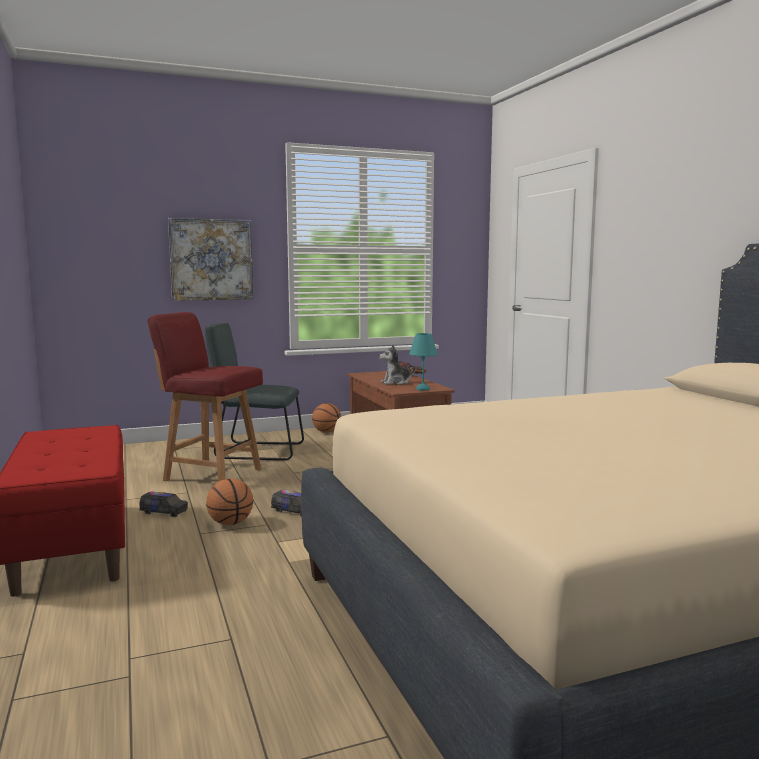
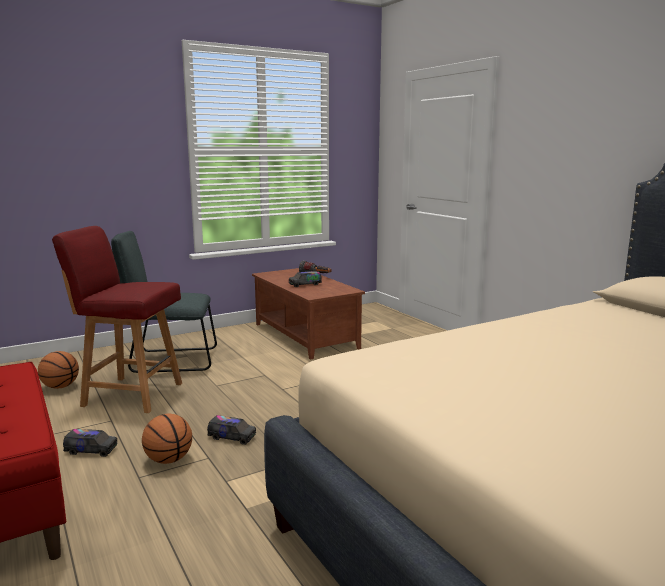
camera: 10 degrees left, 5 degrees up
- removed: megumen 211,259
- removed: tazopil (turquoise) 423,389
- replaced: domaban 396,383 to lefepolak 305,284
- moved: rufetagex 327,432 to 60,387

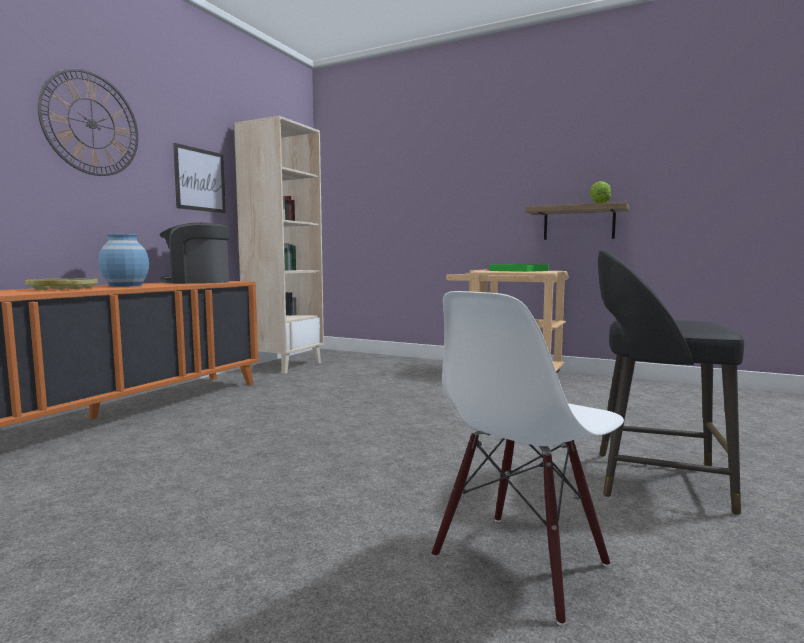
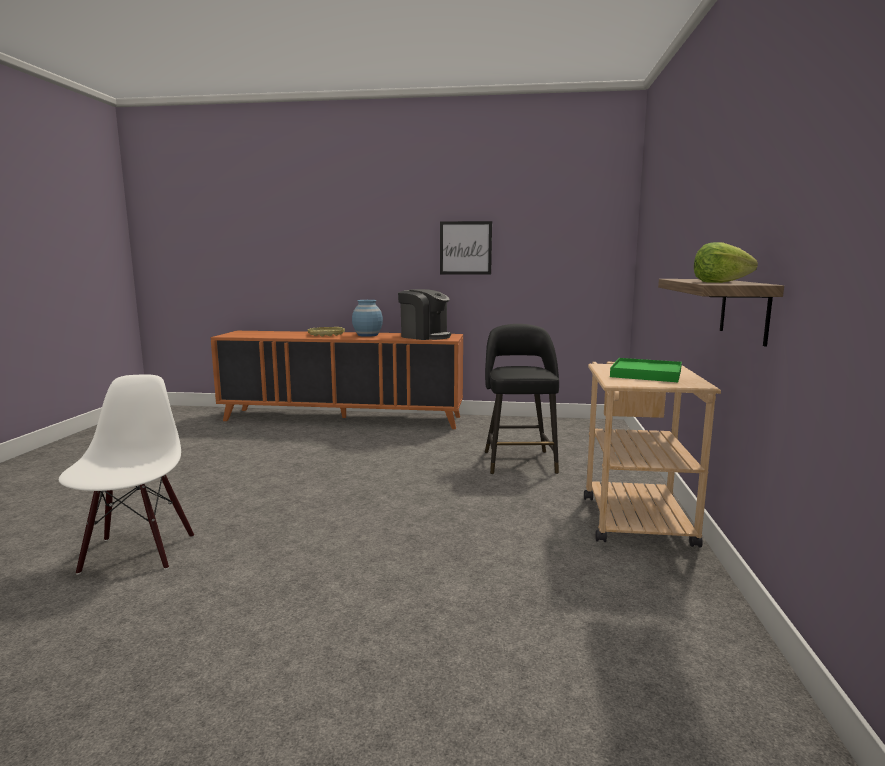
camera: 70 degrees right, 5 degrees up
- removed: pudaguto 91,123
- removed: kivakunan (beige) 284,365
- turned: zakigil 197,282 = 424,336 150 degrees clockwise
- moved: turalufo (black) 654,480 to 519,461
- turned: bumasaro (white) 520,562 = 137,553 60 degrees clockwise

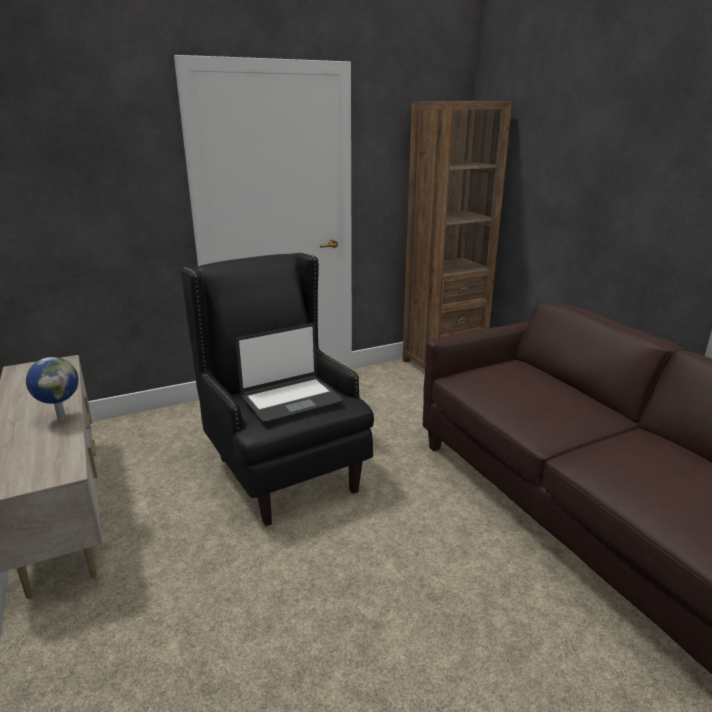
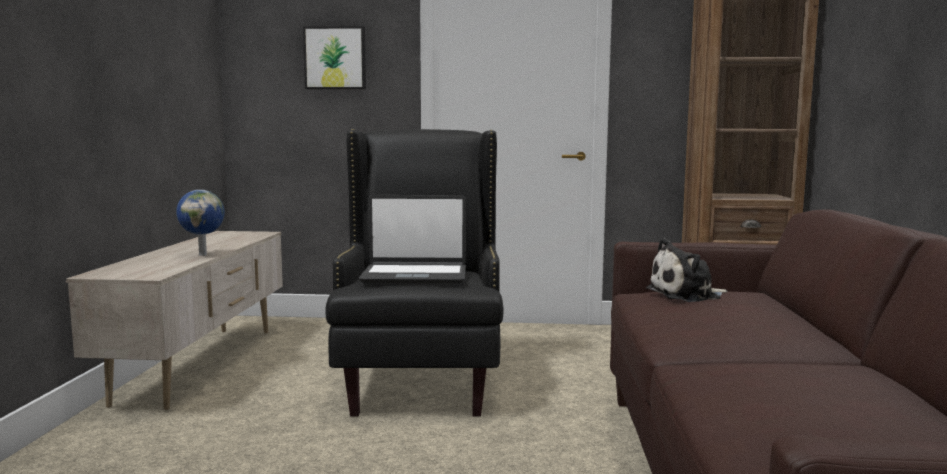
camera: 30 degrees right, 15 degrees down
- added: megumen 335,58
- added: domaban 687,295

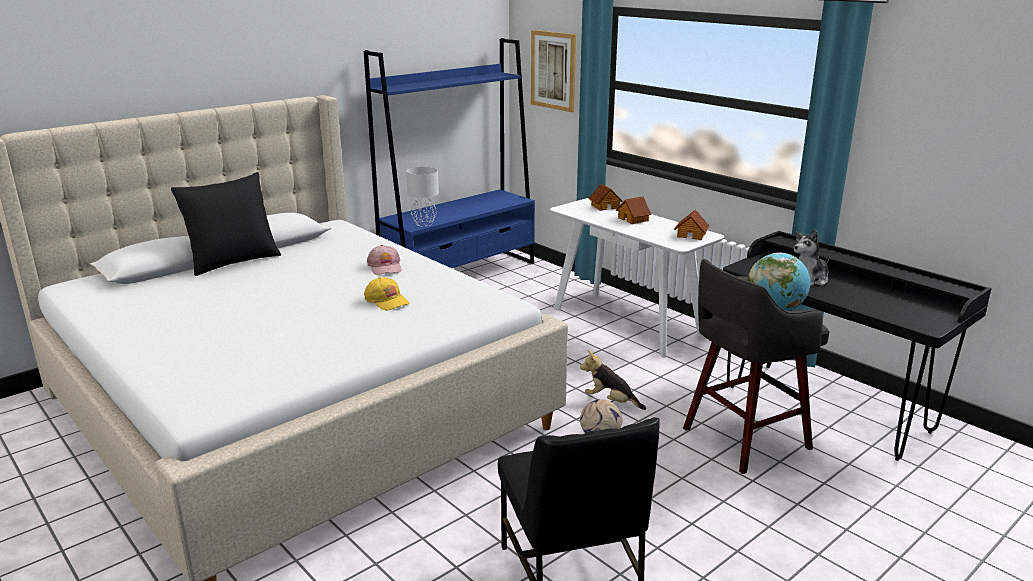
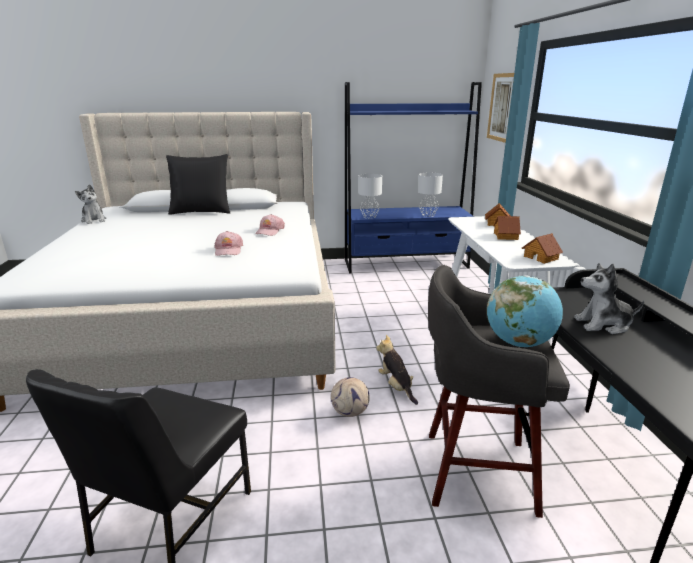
camera: 35 degrees right, 0 degrees up
- recoloured: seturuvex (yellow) 387,301 to seturuvex (pink) 228,250
- added: tazopil (grey) 428,215
- added: domaban 94,220

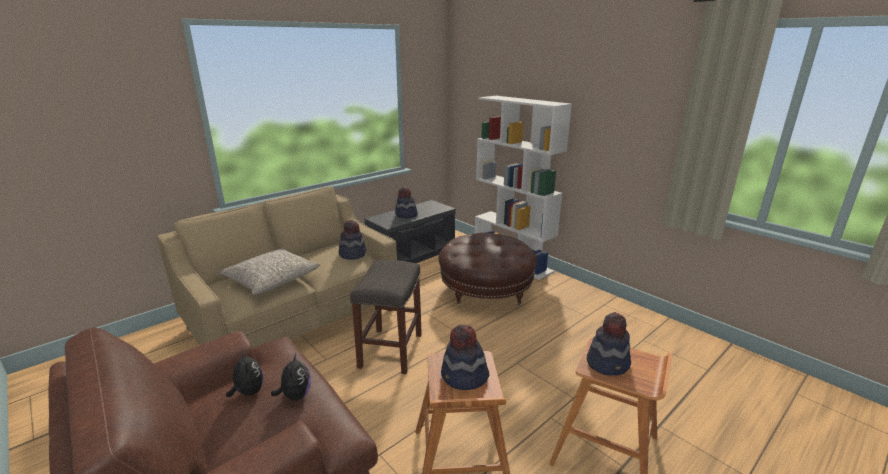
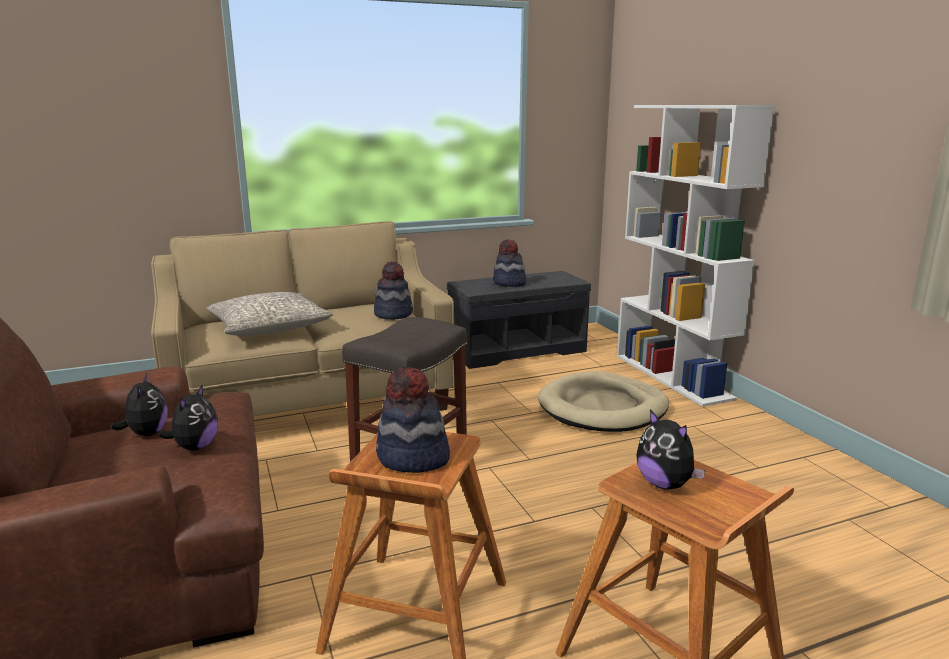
camera: 20 degrees right, 5 degrees down
- replaced: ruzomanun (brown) 486,291 to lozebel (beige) 603,408
- replaced: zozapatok 608,363 to domaban 665,484

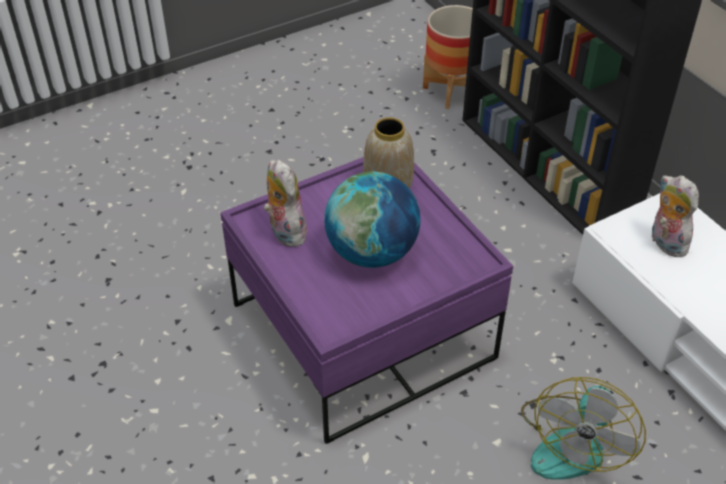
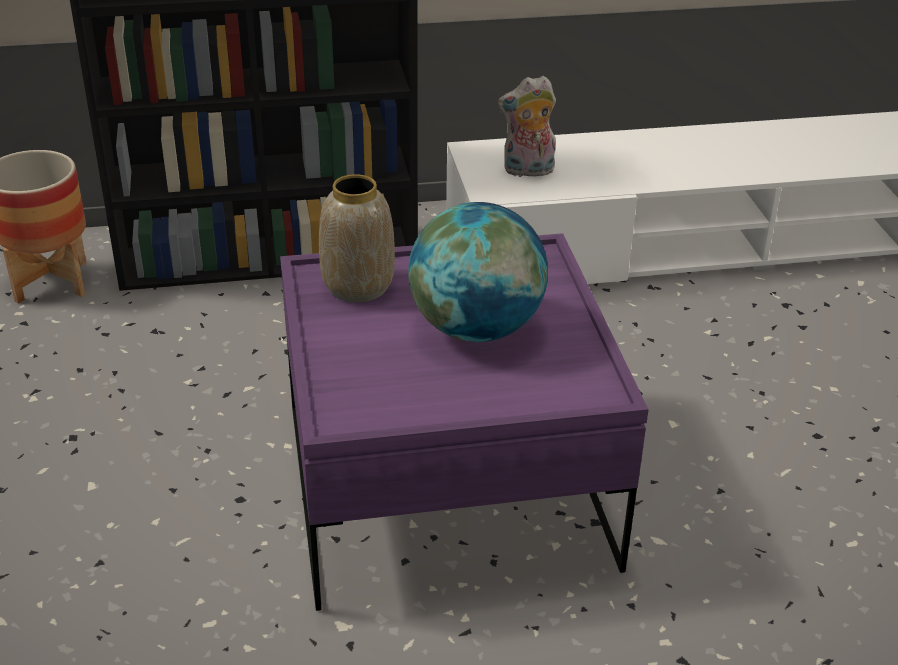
camera: 70 degrees left, 10 degrees down
- removed: domaban 285,231
- removed: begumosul 573,442

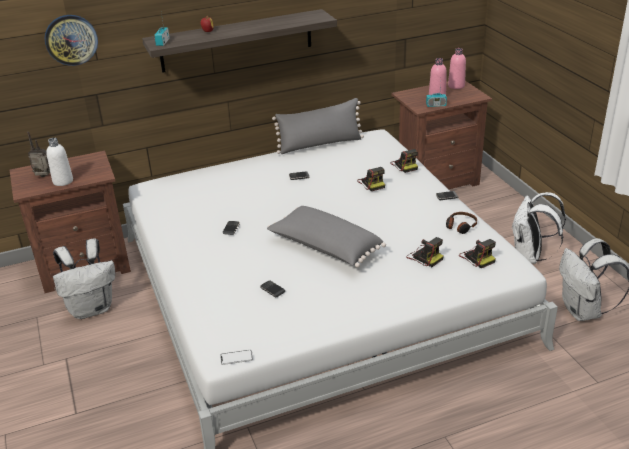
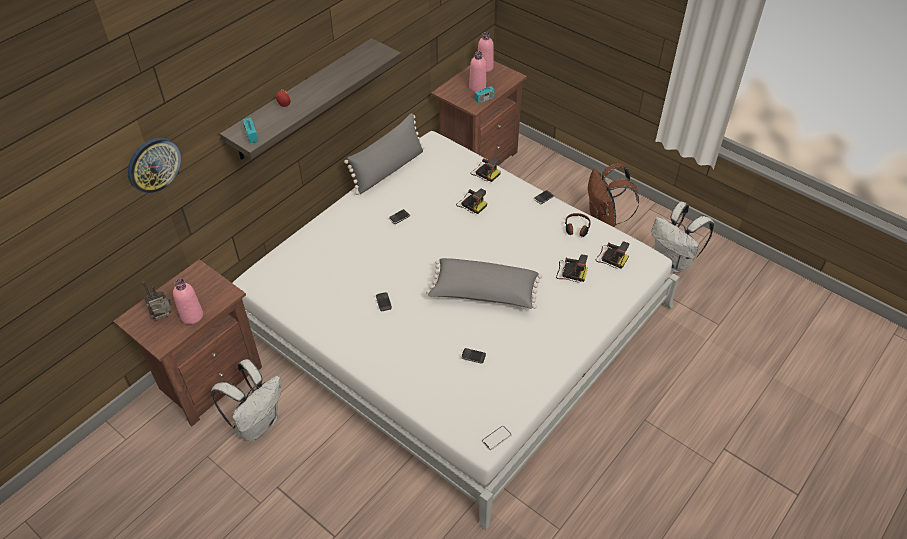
camera: 30 degrees left, 15 degrees up
- recoloured: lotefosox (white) 63,181 to lotefosox (pink) 192,316
- recoloured: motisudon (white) 529,257 to motisudon (brown) 604,220

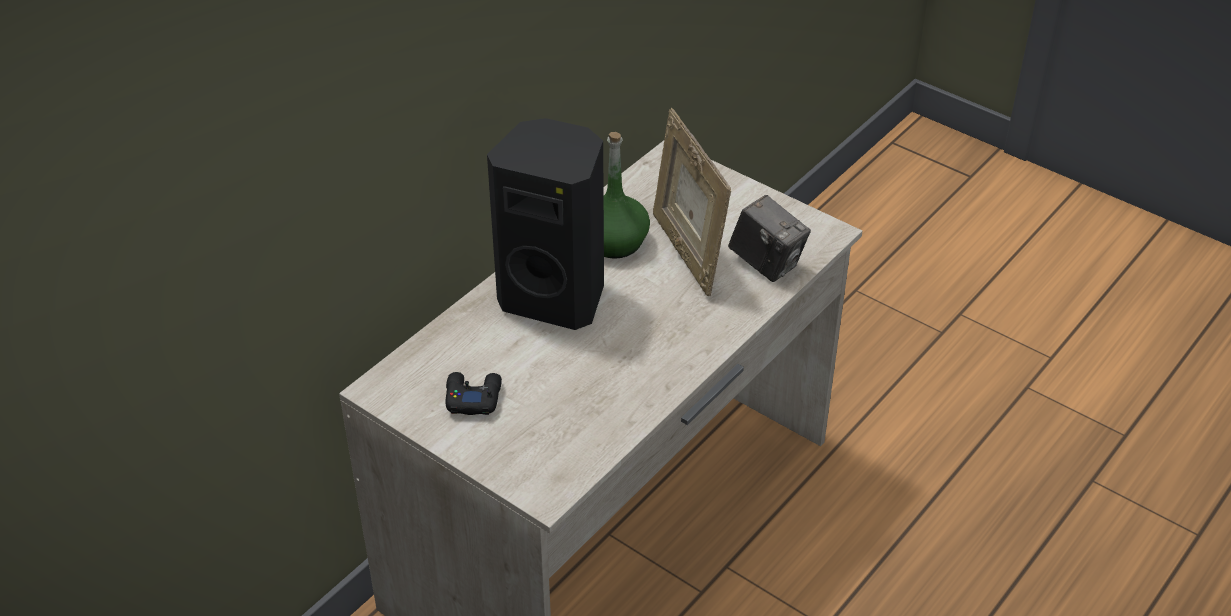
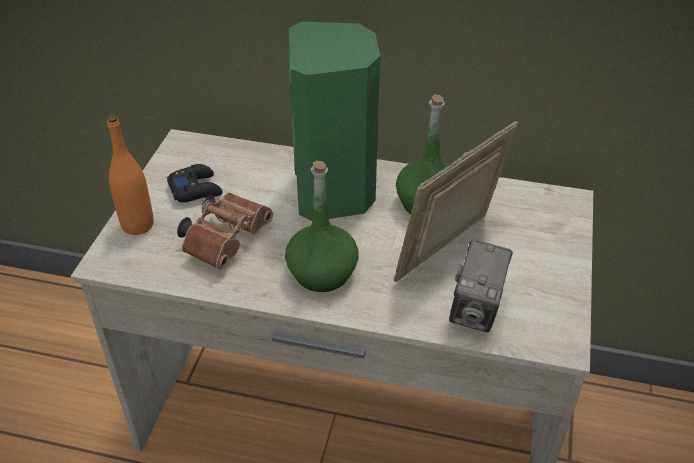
camera: 65 degrees right, 0 degrees up
- recoloured: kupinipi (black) 555,297 to kupinipi (green) 335,193
- added: lotefosox (orange) 138,225
- added: lotefosox (green) 322,273
- added: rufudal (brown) 227,239

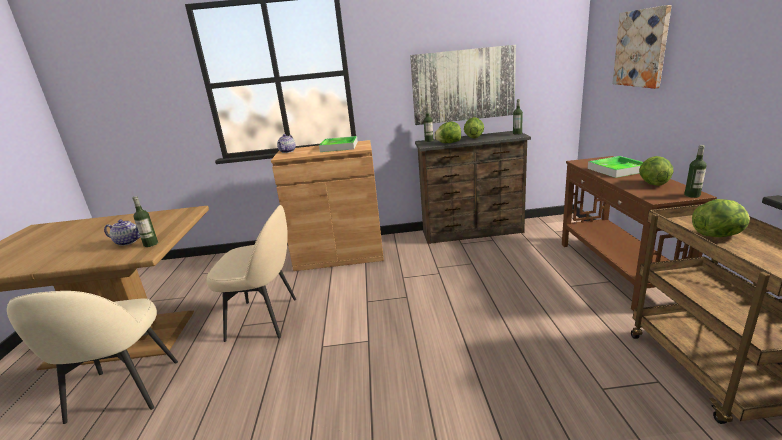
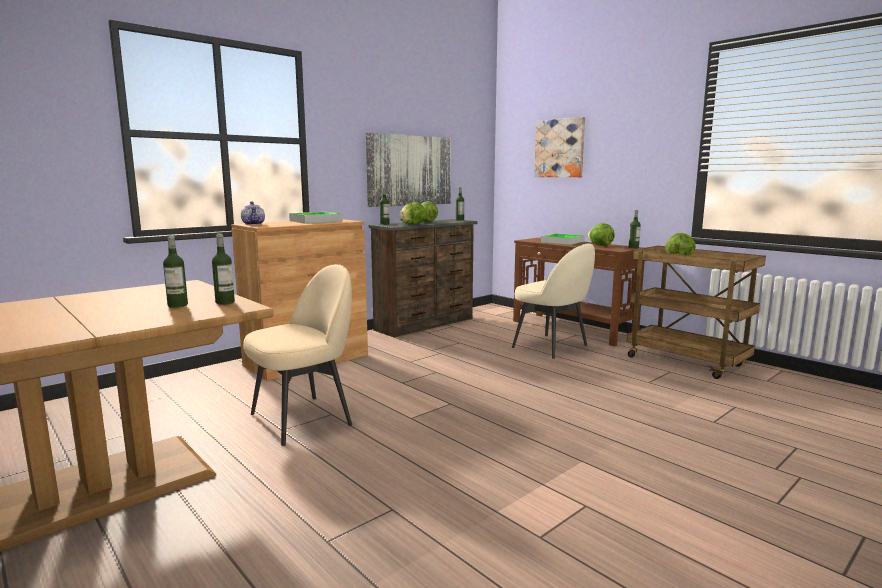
camera: 40 degrees left, 10 degrees down
- replaced: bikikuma 128,242 to lotefosox 177,305
- moved: bumasaro (beige) 123,392 to 551,347

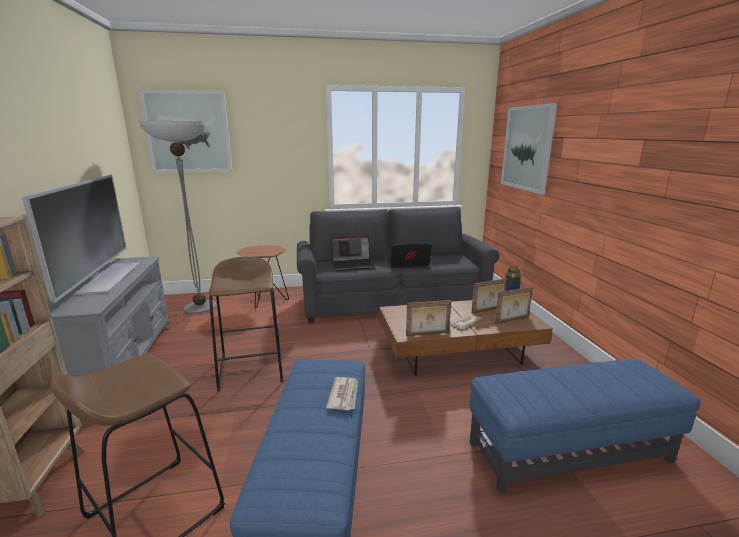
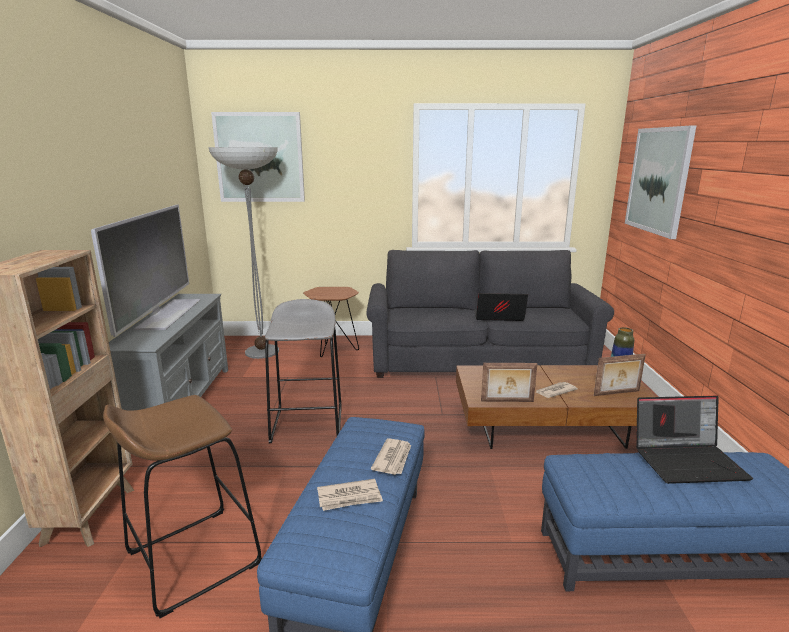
camera: 10 degrees right, 0 degrees up
- moved: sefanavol 353,265 to 688,461
- recoloured: turalufo (brown) 251,369 to turalufo (grey) 308,423
- removed: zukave 488,310
- added: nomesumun 350,497

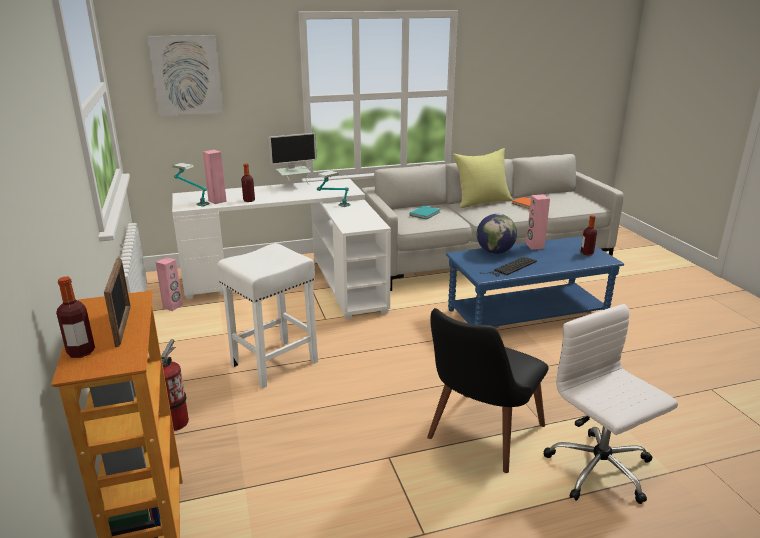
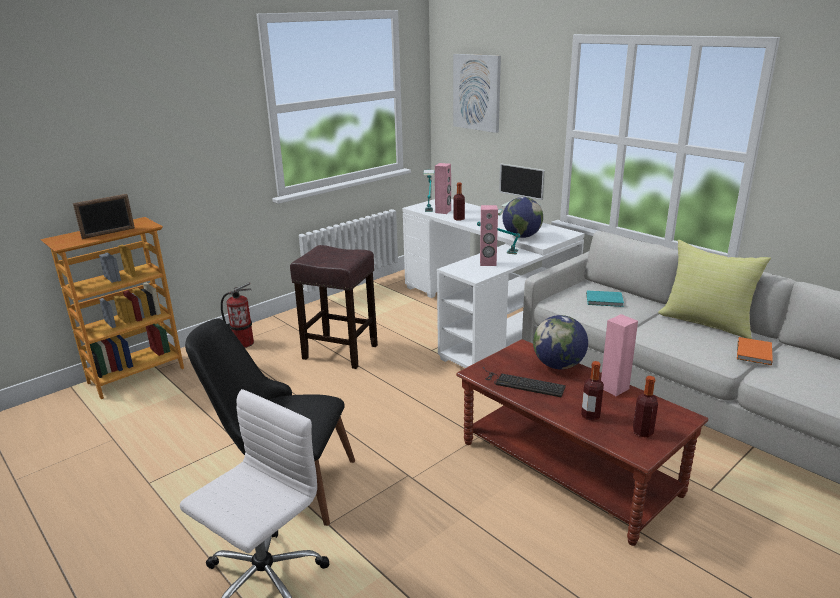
camera: 65 degrees right, 0 degrees up
- recoloured: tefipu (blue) 527,315 to tefipu (brown) 568,468
- recoloured: turalufo (white) 273,364 to turalufo (brown) 339,352
- moved: kupinipi (pink) 173,306 to 488,263
- moved: lotefosox 81,352 to 590,415
- added: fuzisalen 521,236

